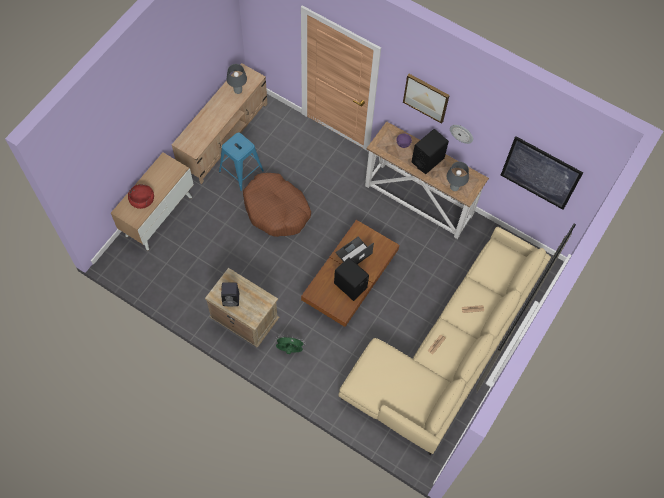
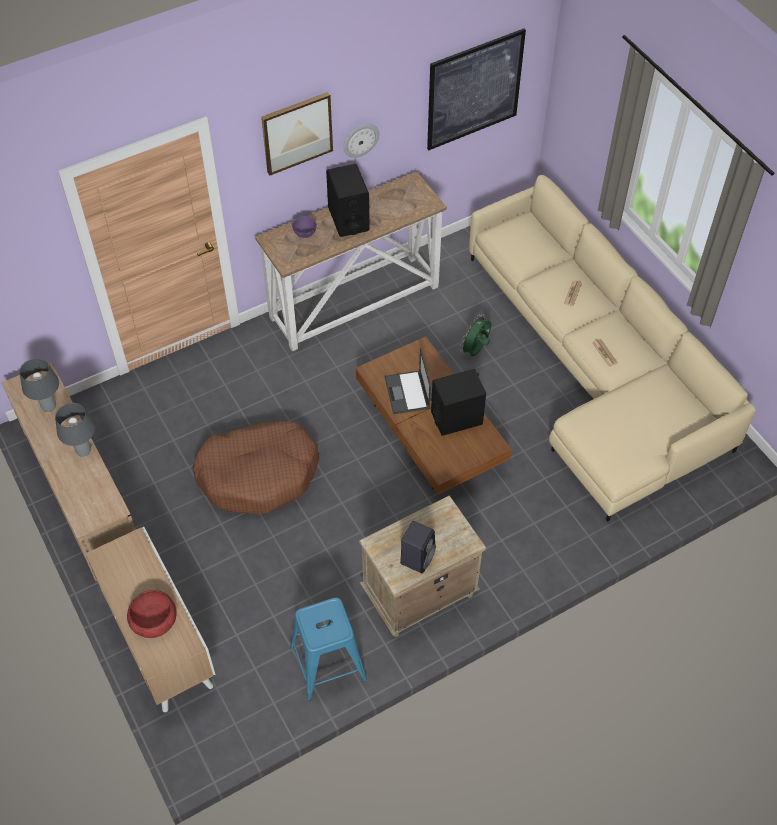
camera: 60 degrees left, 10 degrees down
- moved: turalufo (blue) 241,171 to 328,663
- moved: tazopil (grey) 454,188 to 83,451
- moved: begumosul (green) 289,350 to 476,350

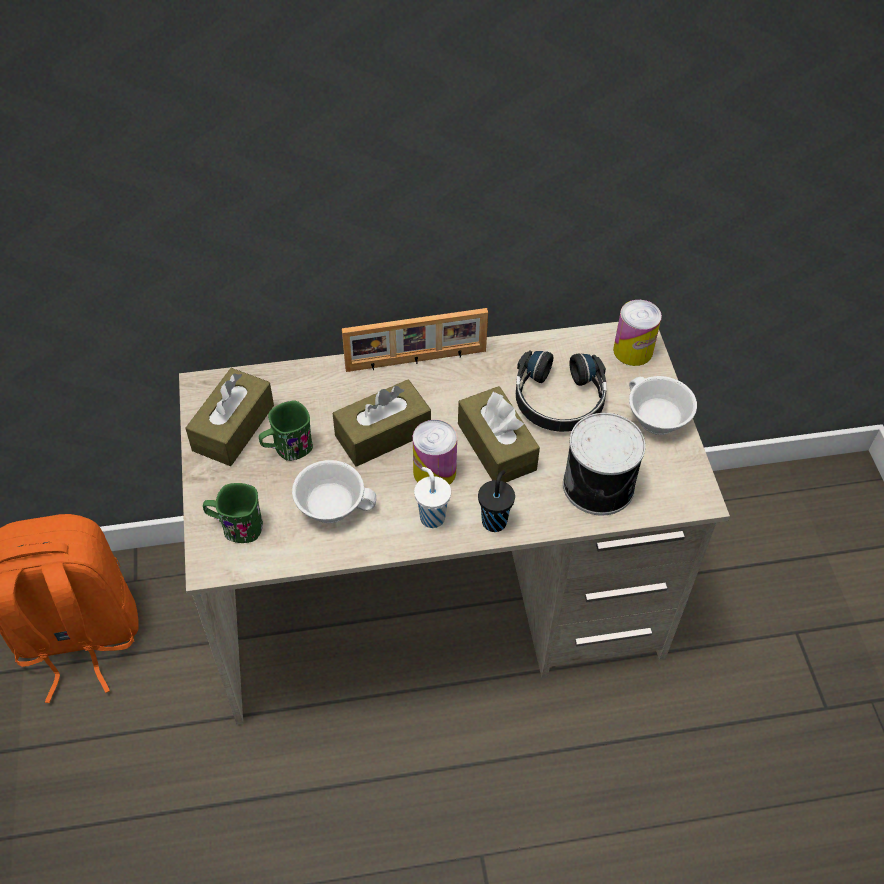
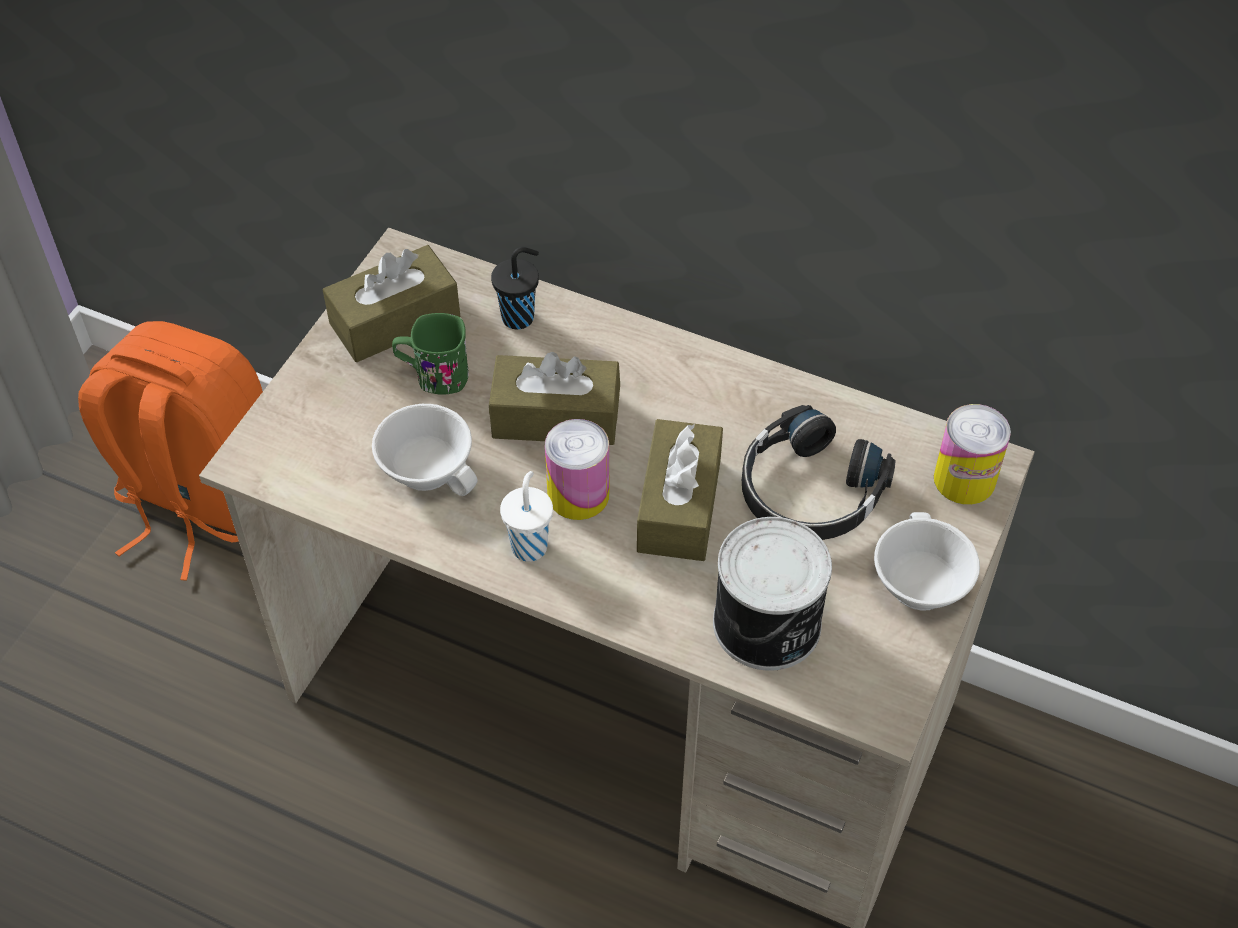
camera: 35 degrees right, 0 degrees up
- removed: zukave 416,361
- moved: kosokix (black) 494,520 to 520,317
- removed: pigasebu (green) 236,526

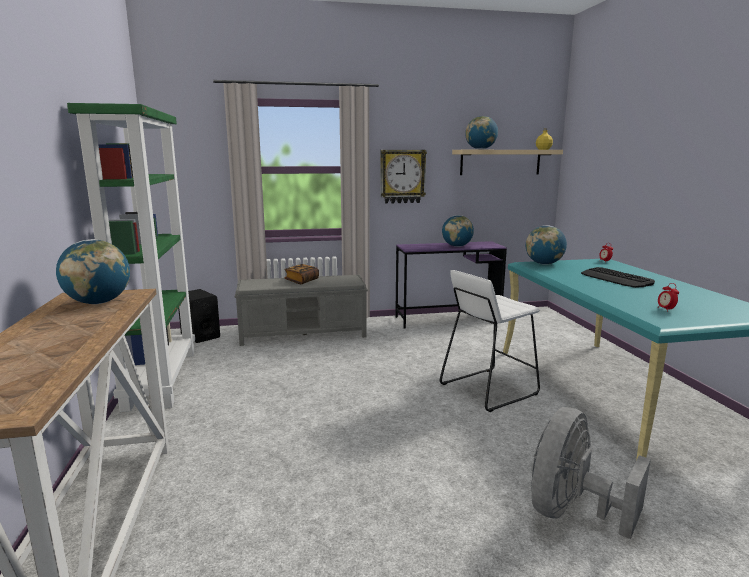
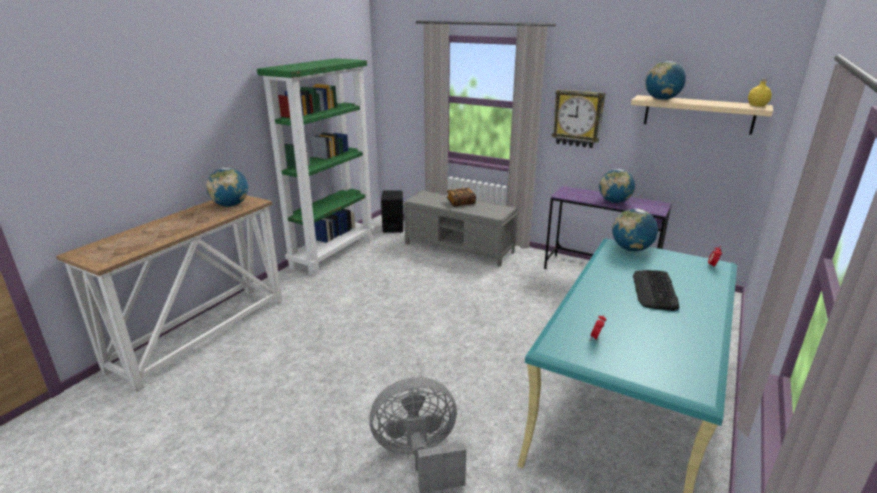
camera: 40 degrees right, 10 degrees up
- removed: turalufo (white) 488,389

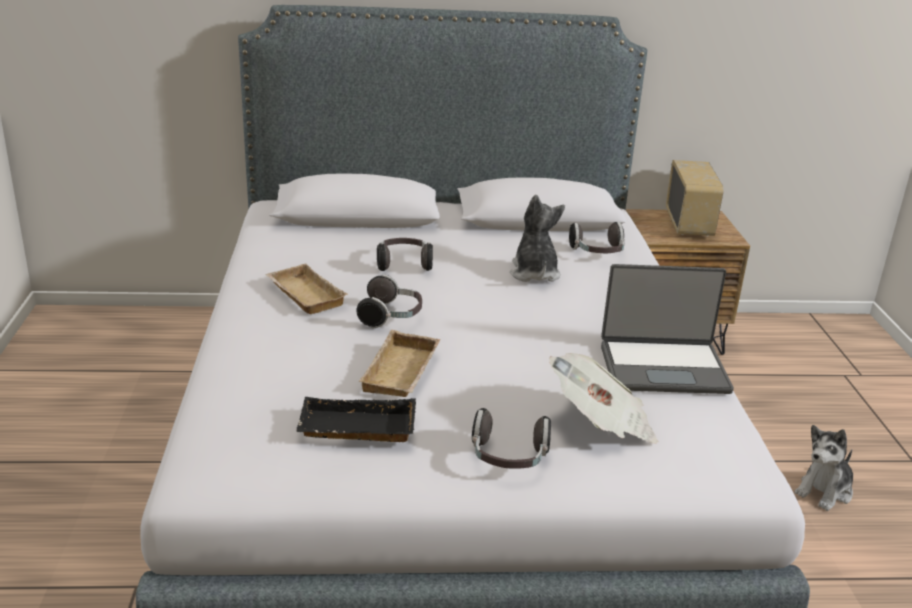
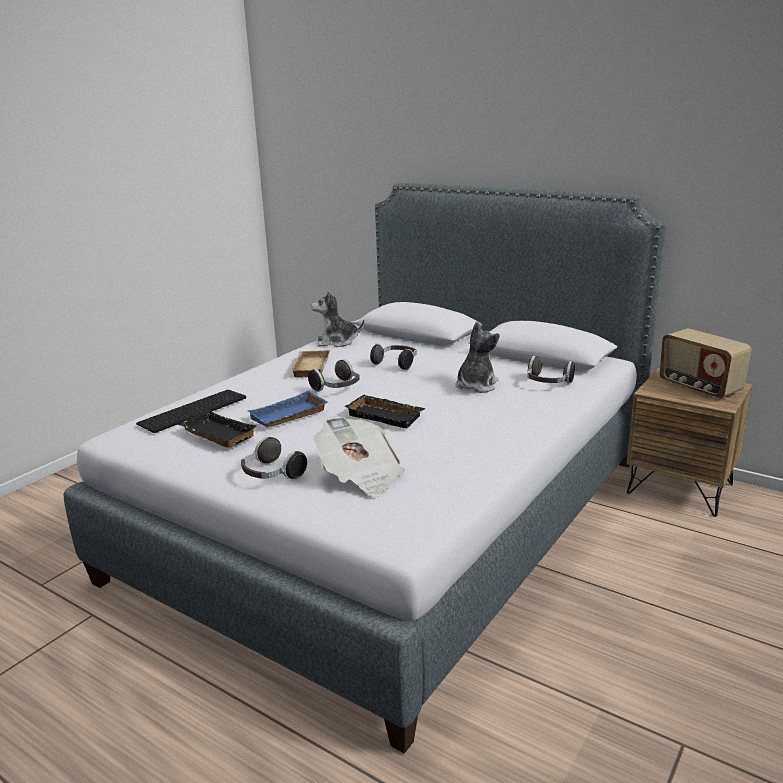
camera: 40 degrees right, 5 degrees down
- turned: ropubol 689,224 = 698,388 105 degrees clockwise
- removed: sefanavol 663,367
- recoloured: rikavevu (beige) 403,373 to rikavevu (blue) 289,416
- moved: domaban 824,491 to 337,342
- added: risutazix 193,411
- added: rikavevu (black) 387,416

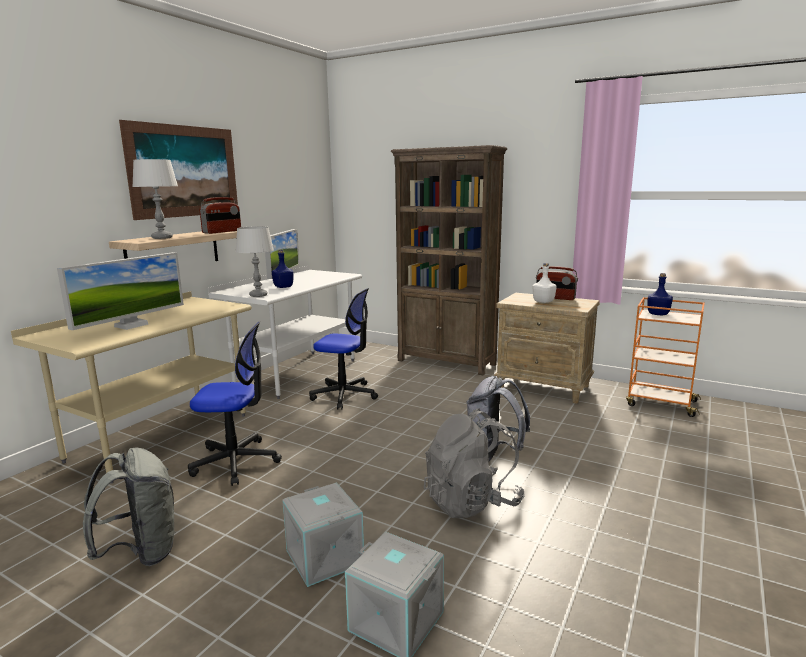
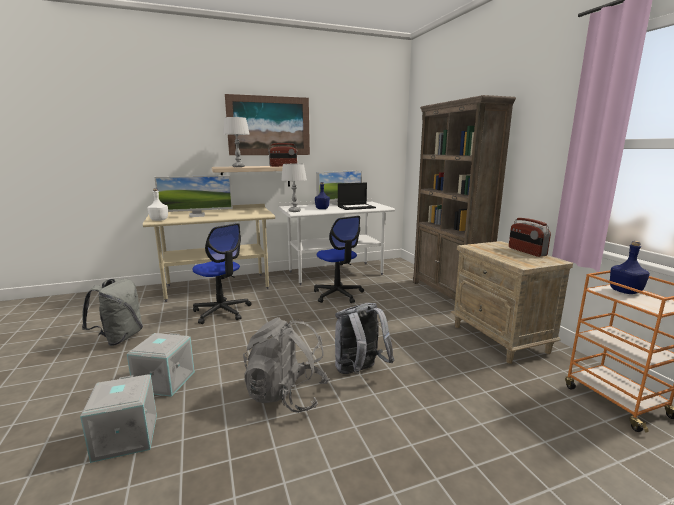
camera: 40 degrees right, 0 degrees up
- moved: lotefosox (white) 543,302 to 159,220
- added: sefanavol 356,207

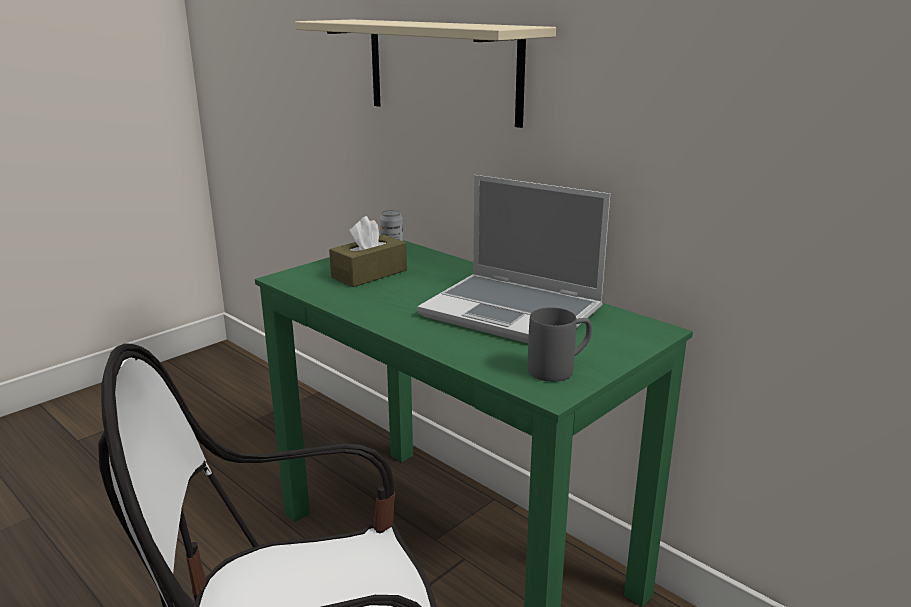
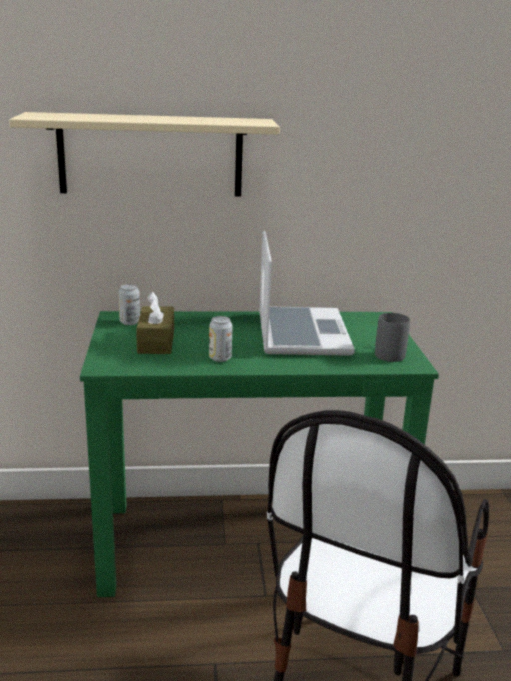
camera: 50 degrees left, 0 degrees up
- turned: sefanavol 514,312 = 300,333 75 degrees counterclockwise
- added: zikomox 220,358

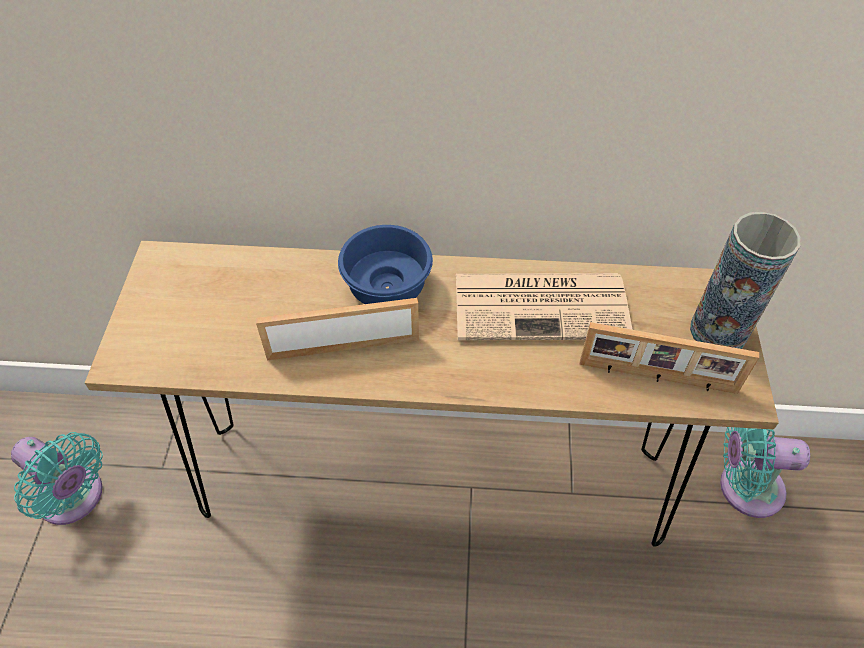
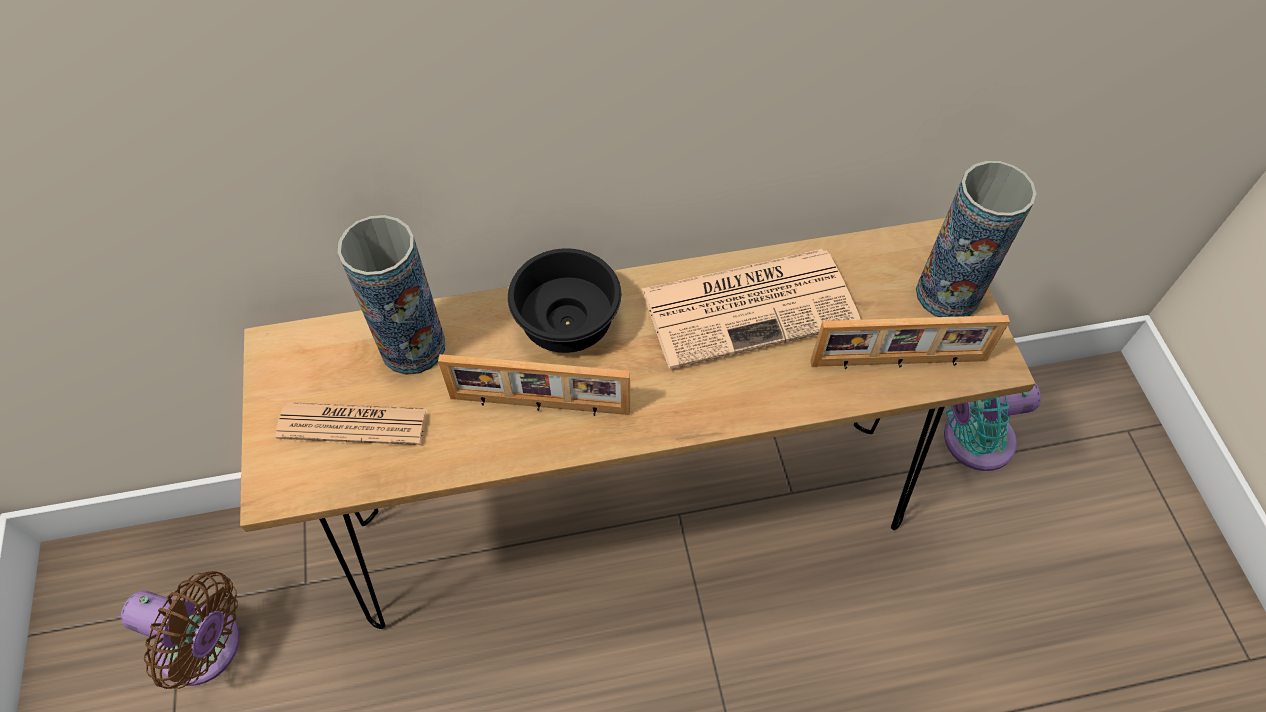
camera: 15 degrees left, 5 degrees up
- recoloured: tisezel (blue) 390,288 to tisezel (black) 571,322
- turned: zukave 343,345 = 539,406 150 degrees counterclockwise
- recoloured: begumosul (turquoise) 75,499 to begumosul (brown) 207,648
- added: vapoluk 413,346
- added: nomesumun 353,424

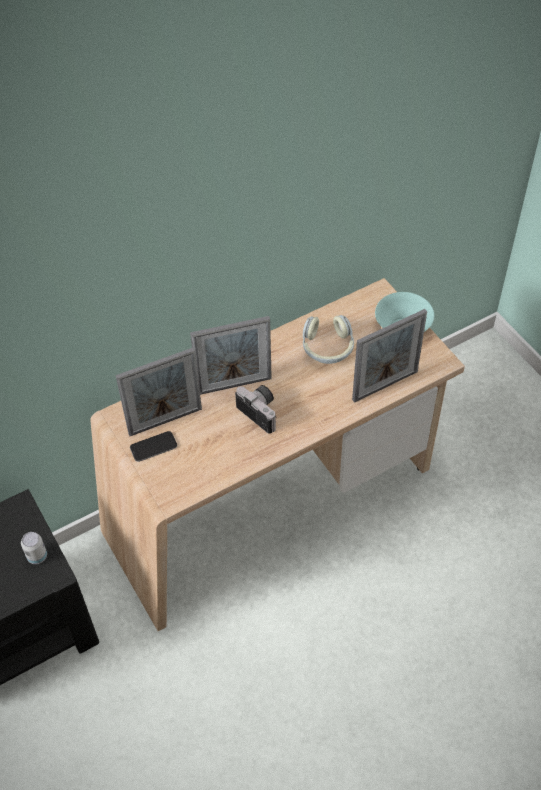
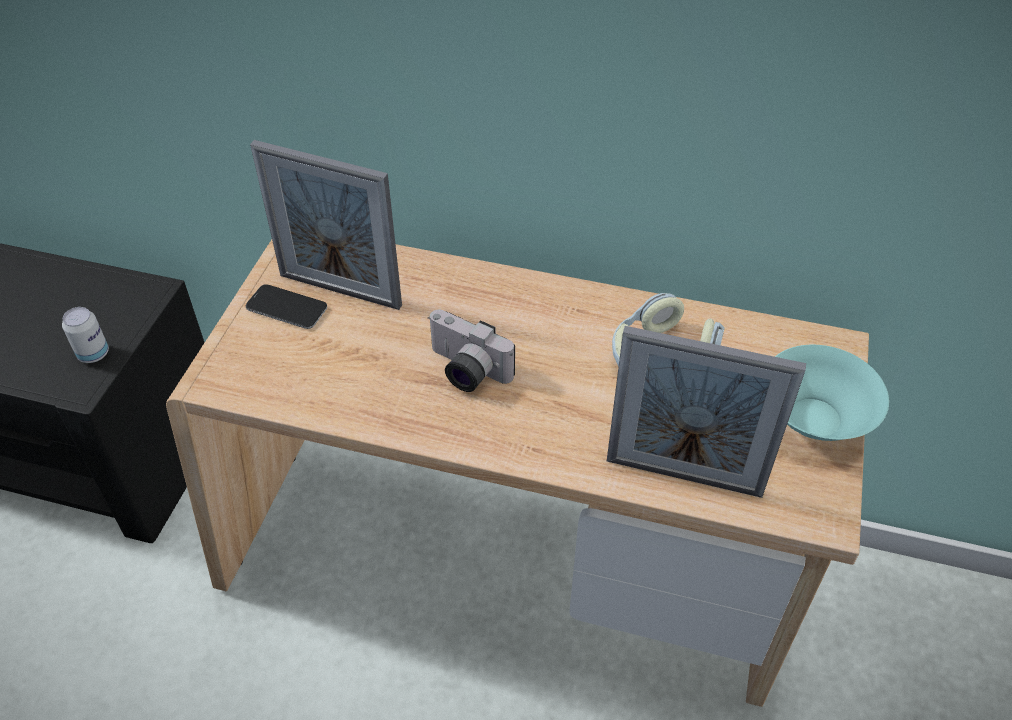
camera: 45 degrees right, 5 degrees down
- removed: zukave 234,385
- turned: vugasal 261,412 = 464,371 120 degrees clockwise

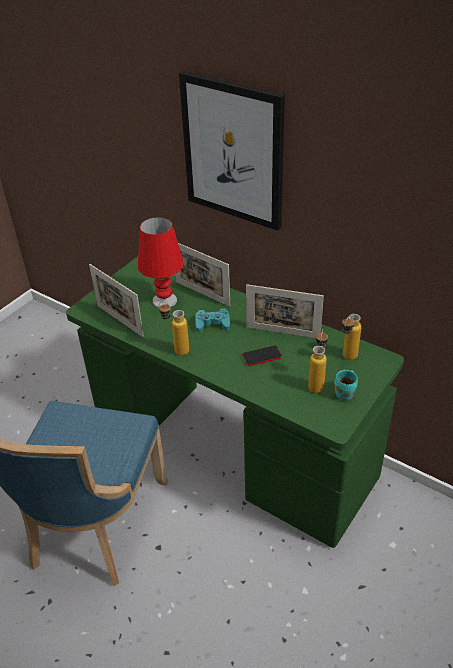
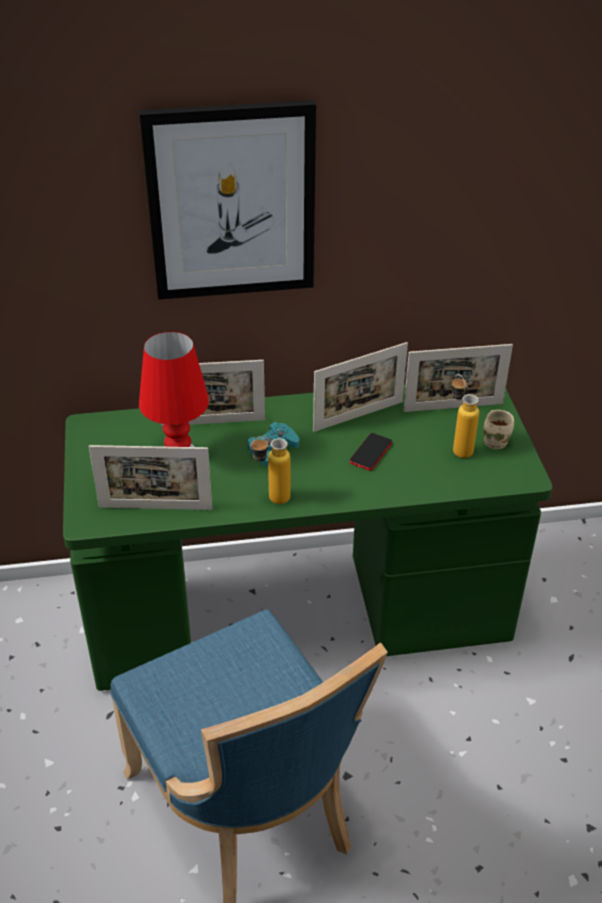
camera: 45 degrees left, 0 degrees up
- replaced: lotefosox 347,359 to zukave 453,407
- recoloured: pigasebu (turquoise) 346,394 to pigasebu (beige) 496,441

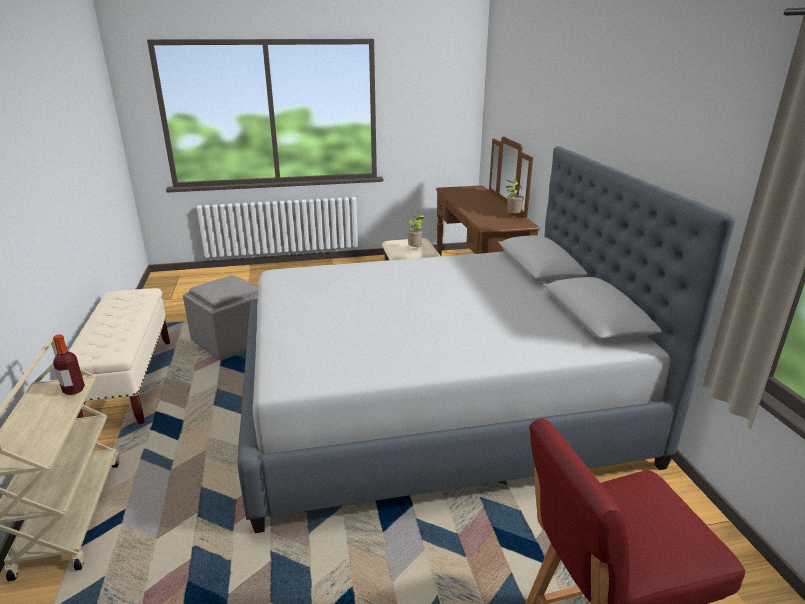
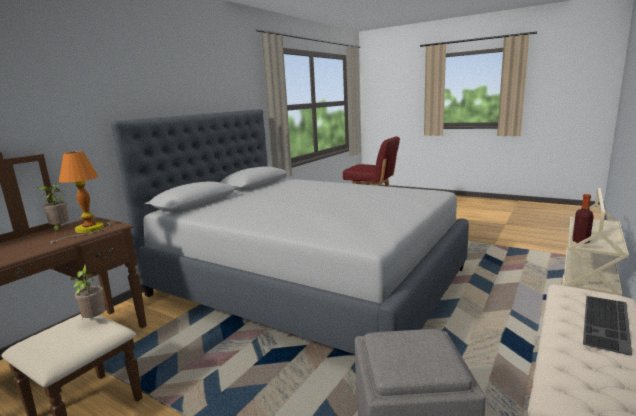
camera: 135 degrees left, 10 degrees down
- added: tazopil 88,230
- added: risutazix 608,323

